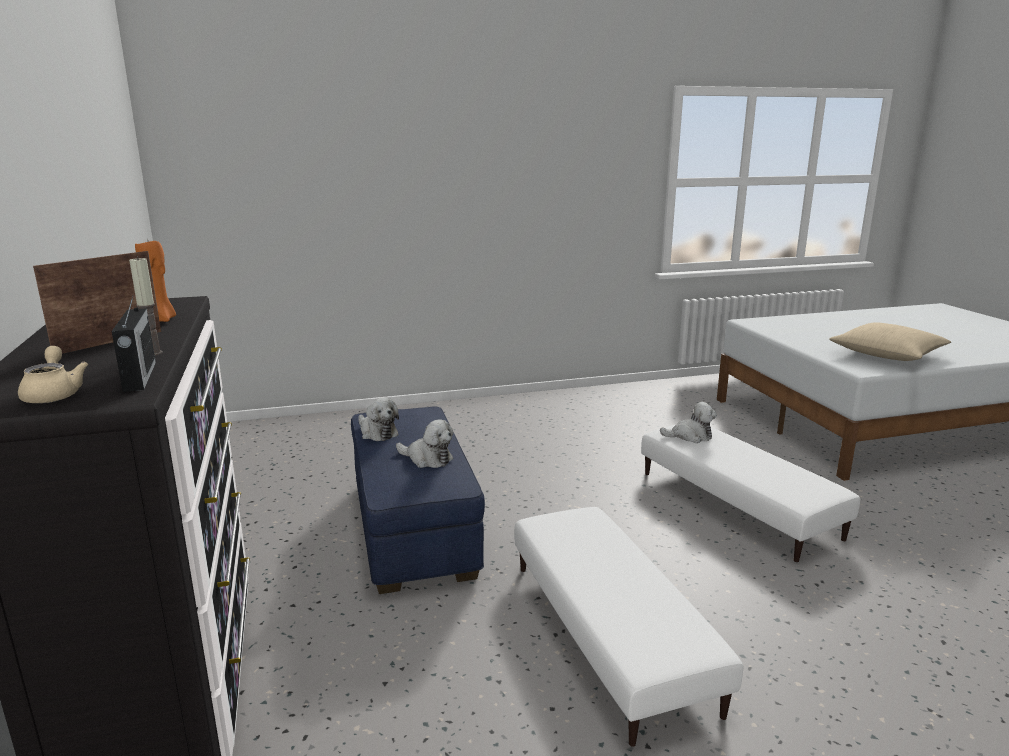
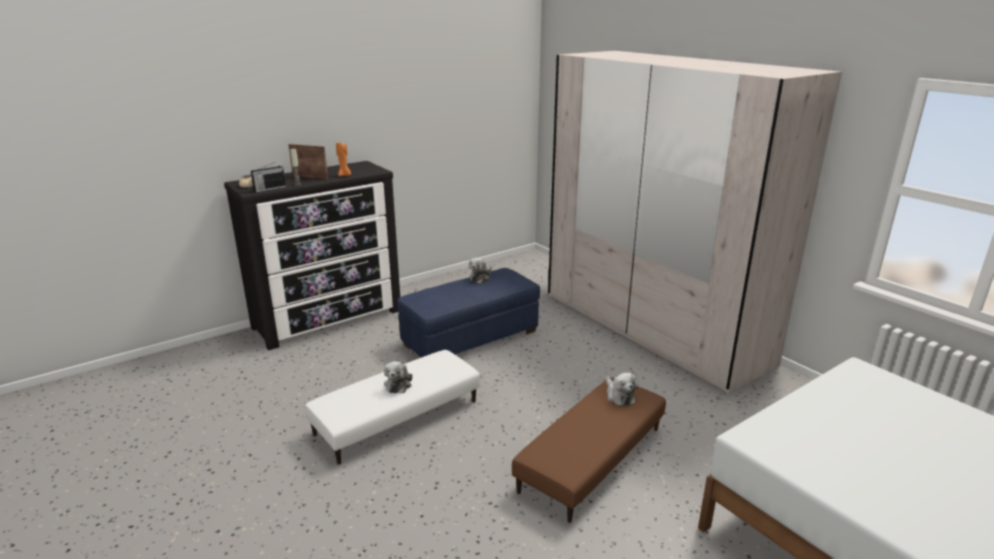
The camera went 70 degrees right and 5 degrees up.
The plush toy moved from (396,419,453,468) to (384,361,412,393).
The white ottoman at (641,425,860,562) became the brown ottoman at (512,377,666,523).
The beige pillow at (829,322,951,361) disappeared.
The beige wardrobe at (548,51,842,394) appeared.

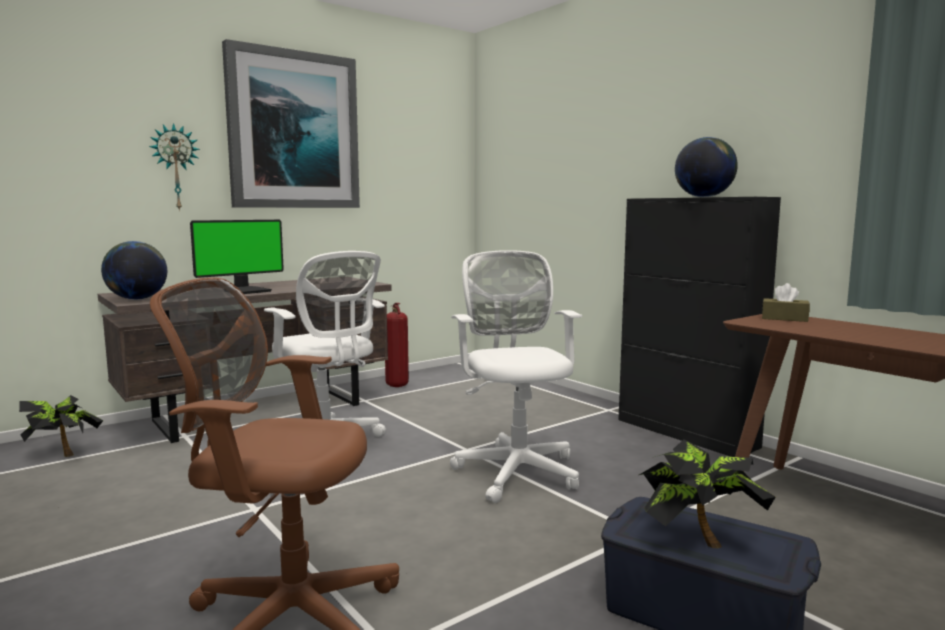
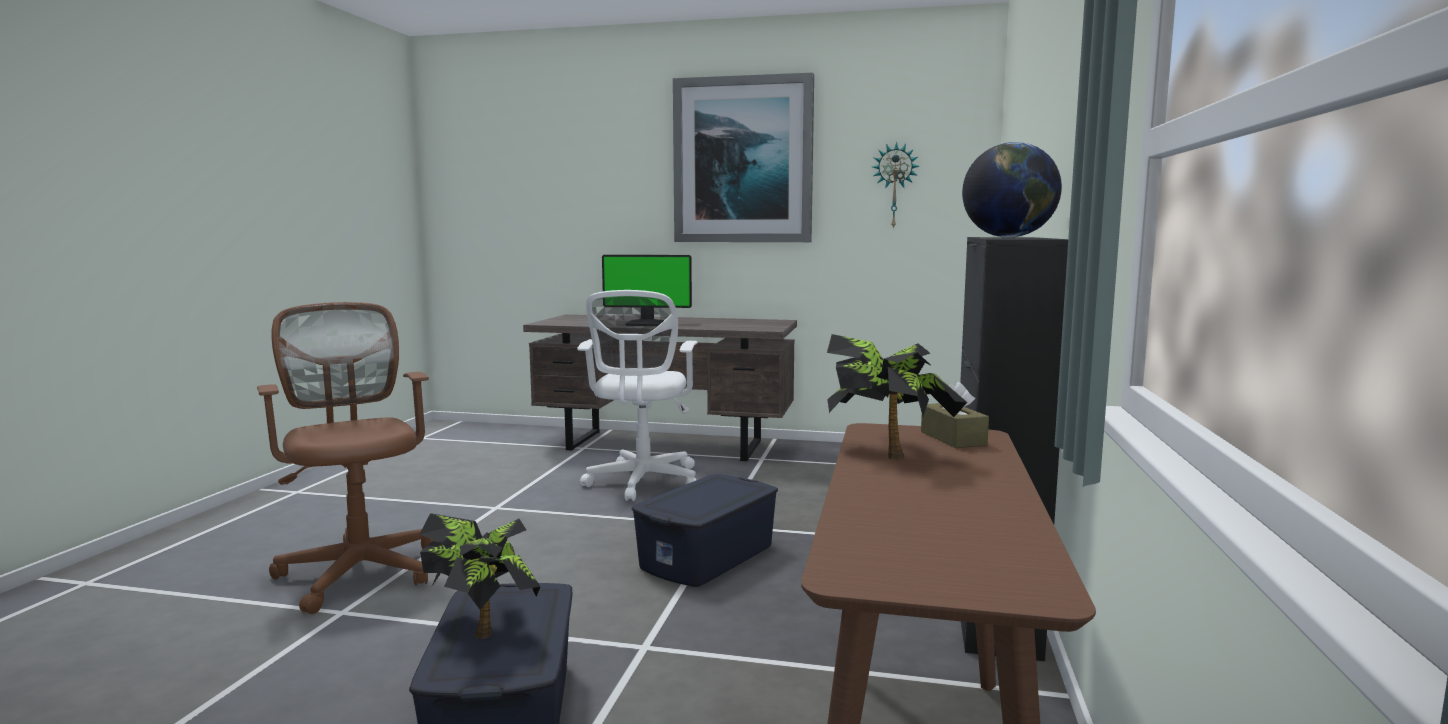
The camera went 50 degrees right and 0 degrees up.
The potted plant moved from (19,395,104,457) to (827,334,968,460).
The globe at (101,241,167,300) disappeared.
The wall clock moved from (149,123,200,211) to (873,142,919,230).
The fire extinguisher at (385,303,409,387) disappeared.
The white office chair at (450,250,582,503) was replaced by the blue storage box at (632,474,778,587).

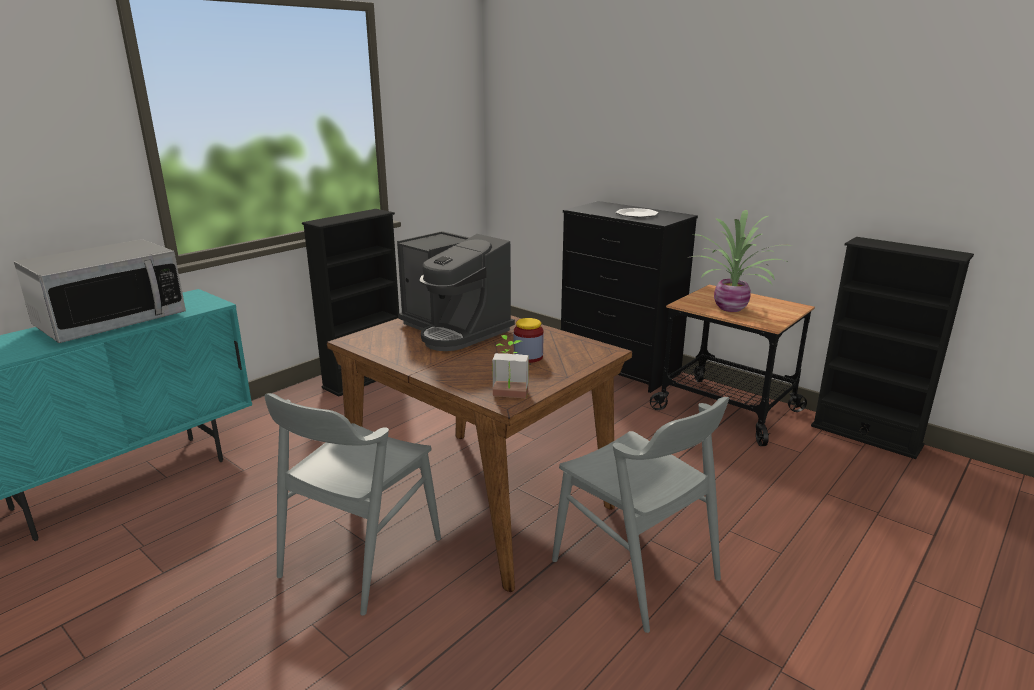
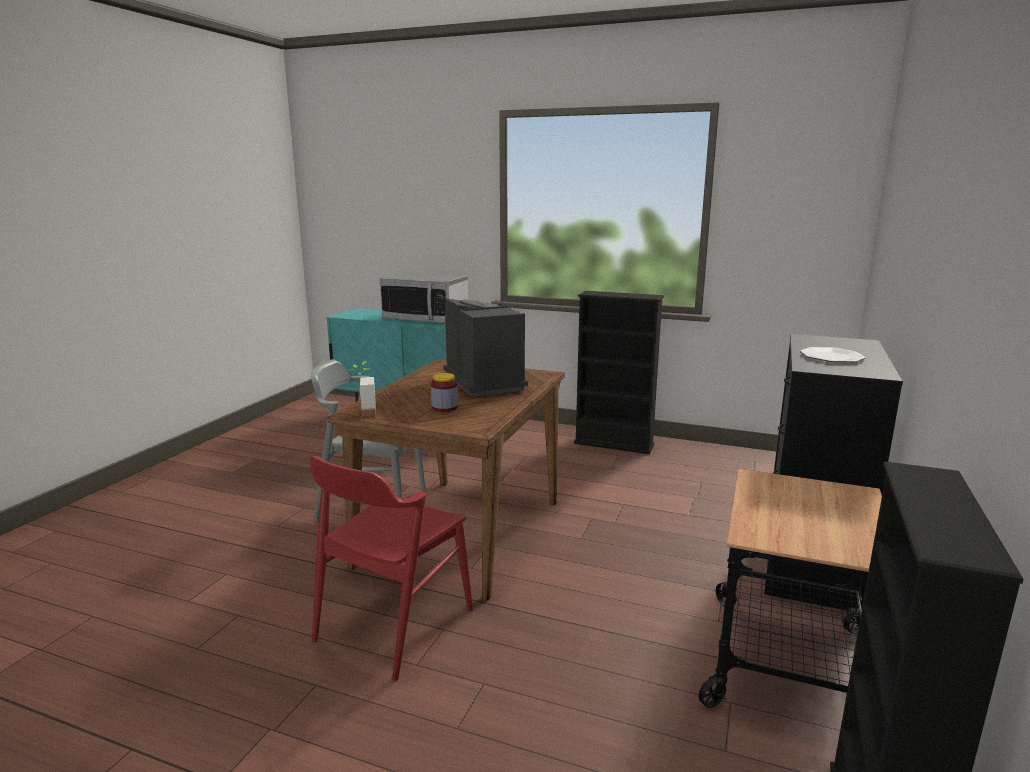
The camera went 70 degrees right and 5 degrees down.
The coffee machine at (397,231,515,351) turned 135 degrees clockwise.
The grey chair at (552,397,729,633) became the red chair at (309,456,473,681).
The potted plant at (688,210,792,312) disappeared.

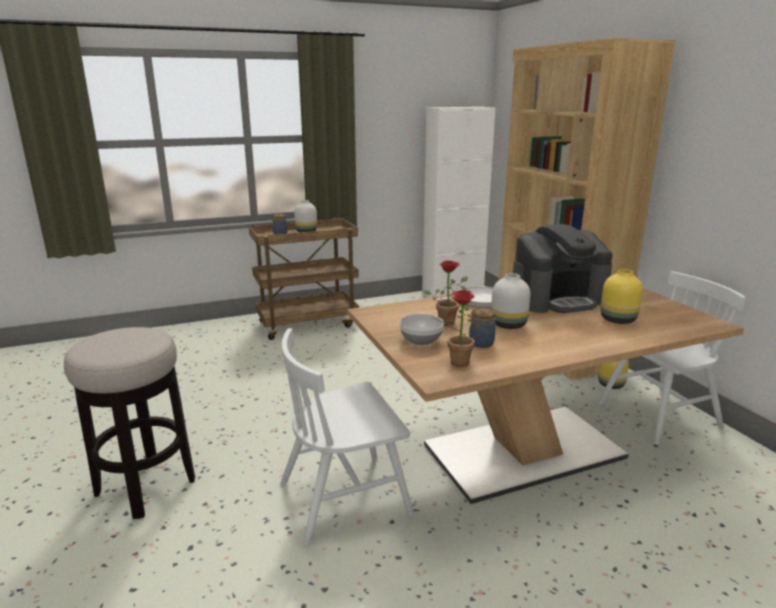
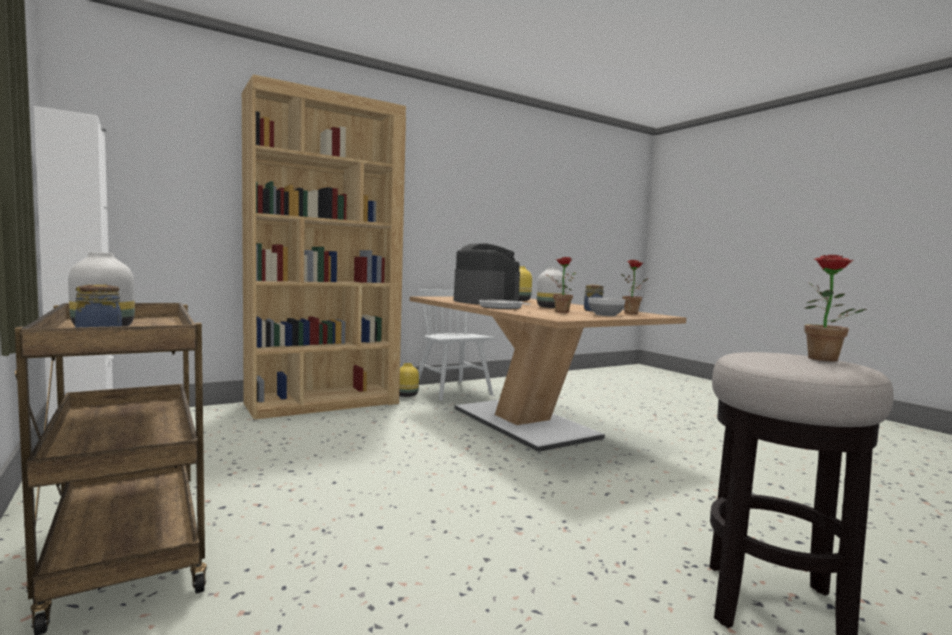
The camera went 100 degrees left and 15 degrees down.
The white chair at (280,328,414,546) disappeared.
The potted plant at (804,254,867,361) appeared.

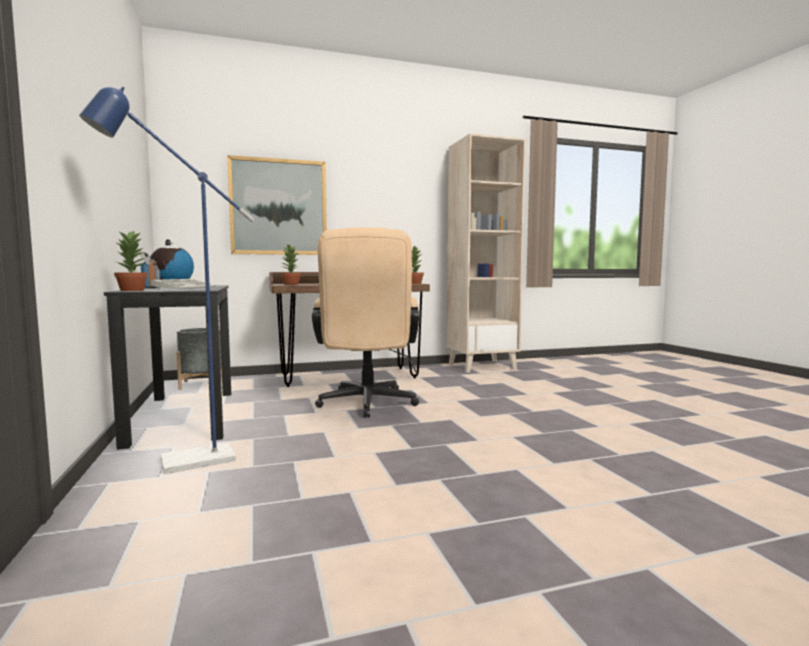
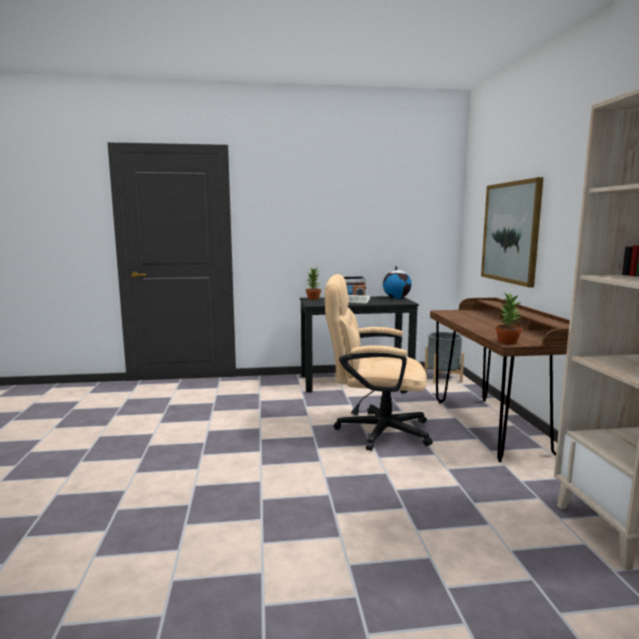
The camera went 100 degrees right and 5 degrees up.
The blue floor lamp at (79,87,254,474) disappeared.
The potted plant at (281,245,301,285) disappeared.

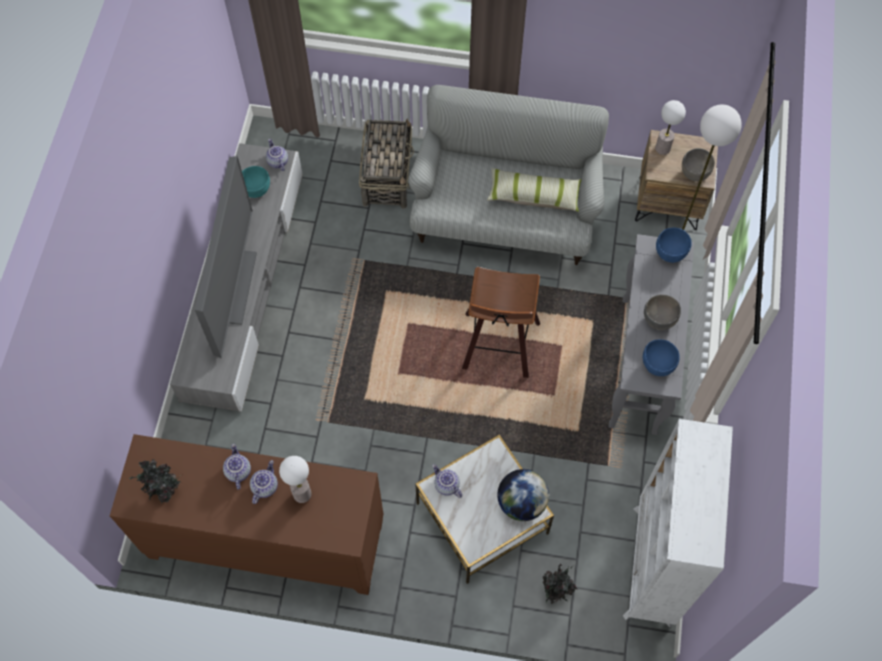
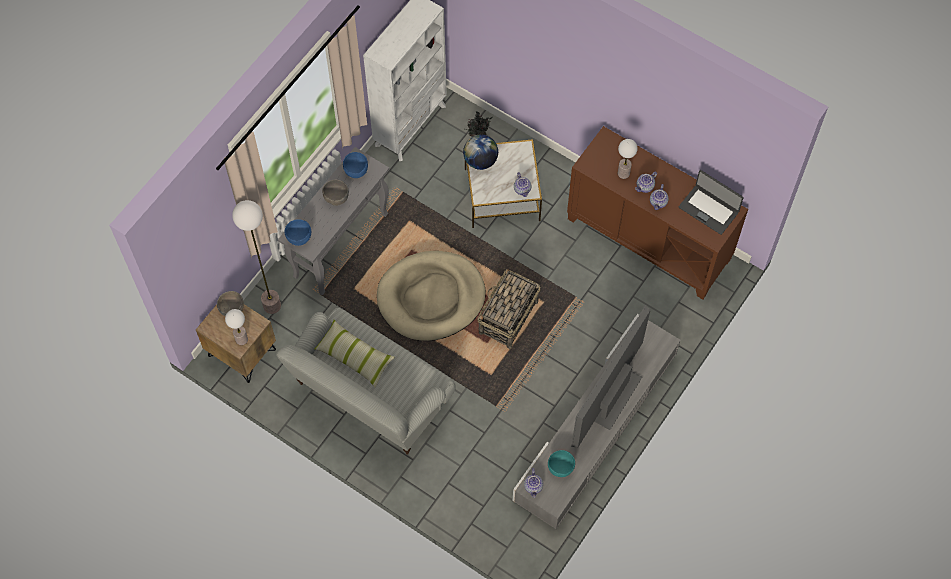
The camera went 155 degrees left and 0 degrees up.
The potted plant at (129,459,183,503) was replaced by the laptop at (679,170,744,235).
The basket moved from (359,119,414,209) to (478,269,541,349).
The stool at (462,267,540,378) was replaced by the beige dog bed at (377,251,486,341).

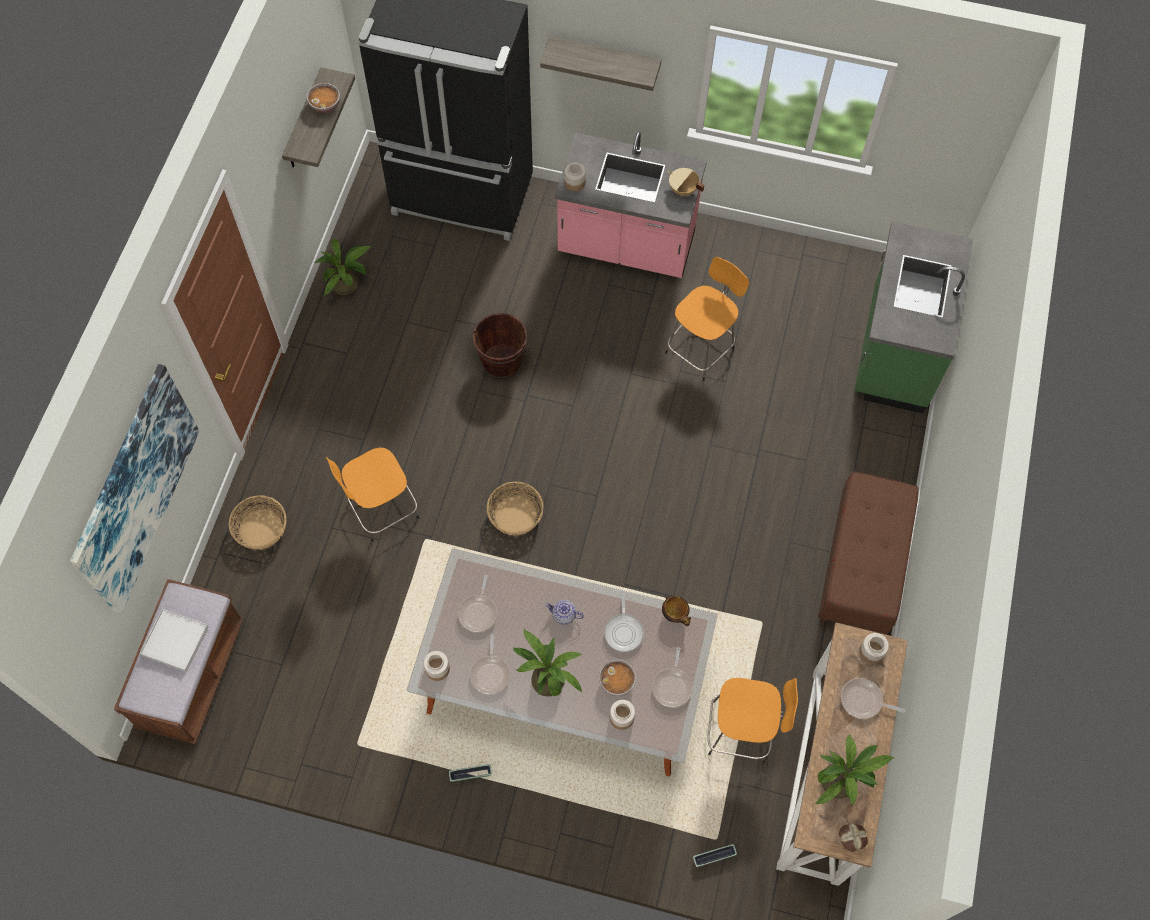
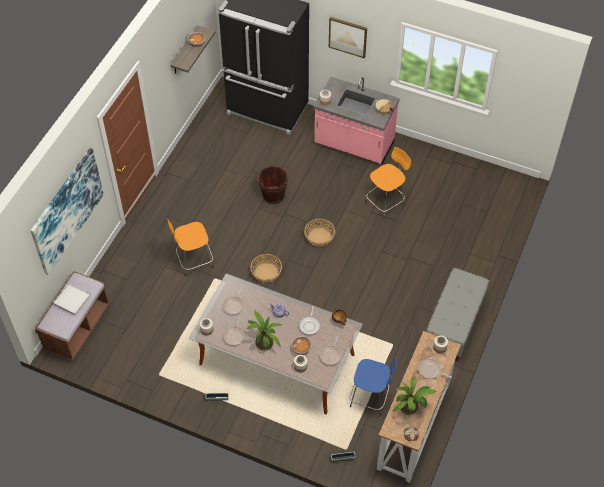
The camera went 10 degrees right and 10 degrees down.
The basket moved from (229,495,287,550) to (304,219,335,247).
The potted plant at (314,238,371,296) disappeared.
The shelf at (540,36,661,91) was replaced by the picture at (329,17,367,58).
The orange stool at (708,678,798,763) became the blue stool at (350,358,397,415).
The brown bench at (818,472,919,635) became the grey bench at (426,268,489,361).
The green counter at (855,221,973,413) disappeared.

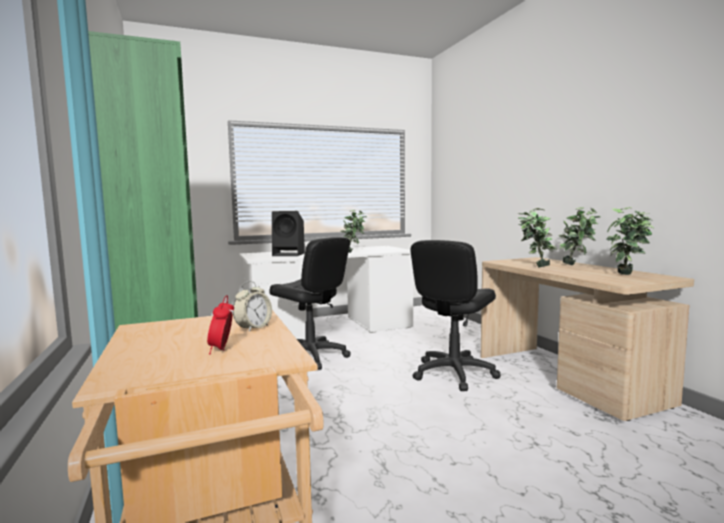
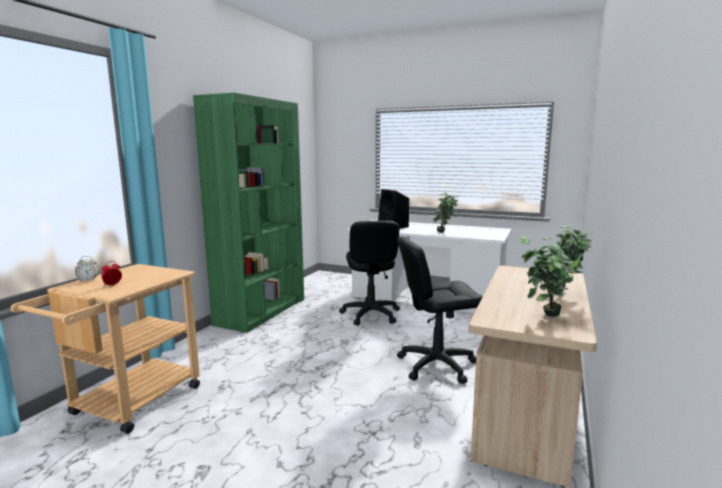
The camera went 45 degrees right and 5 degrees up.
The alarm clock moved from (233,281,272,332) to (75,256,99,281).
The potted plant at (518,208,557,268) disappeared.

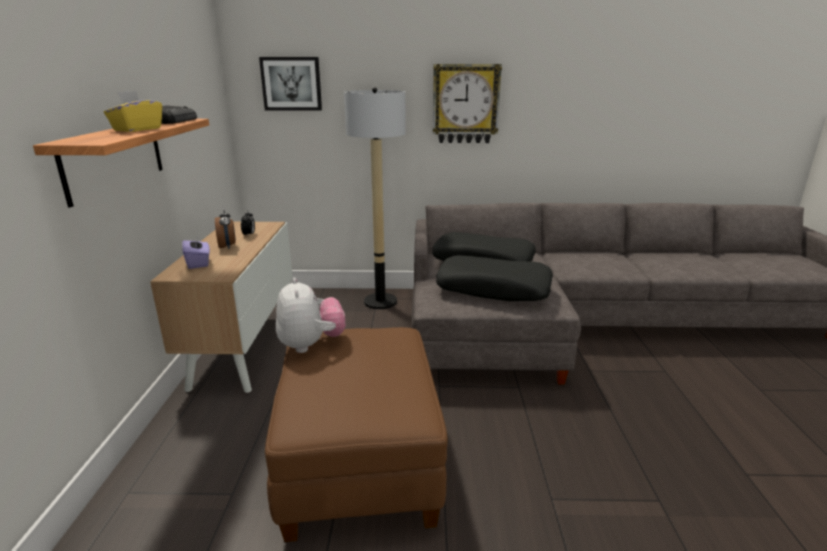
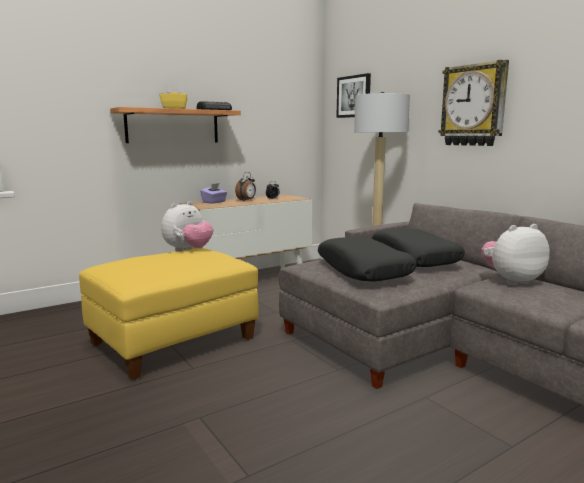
The camera went 55 degrees right and 10 degrees down.
The brown ottoman at (265,327,448,542) became the yellow ottoman at (79,248,259,380).
The plush toy at (481,224,550,285) appeared.

